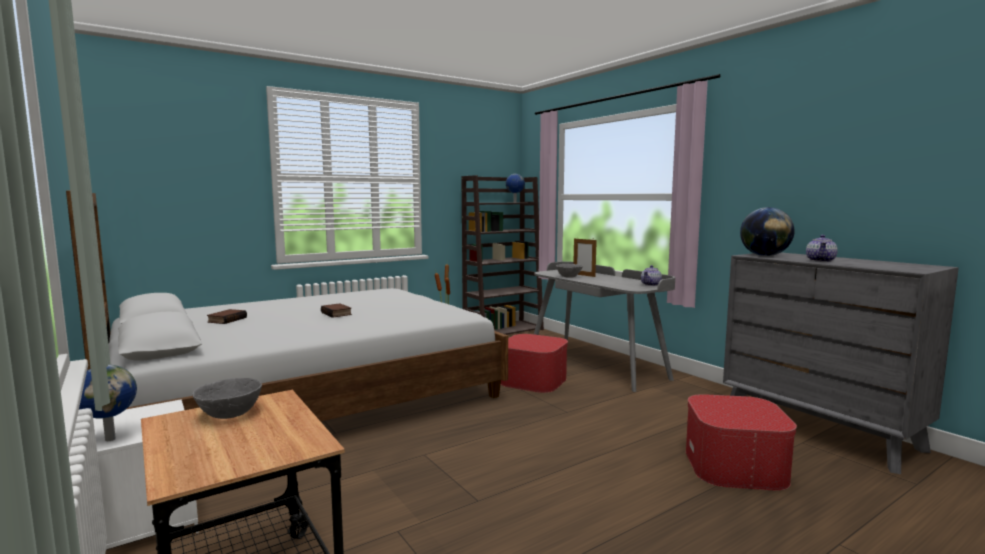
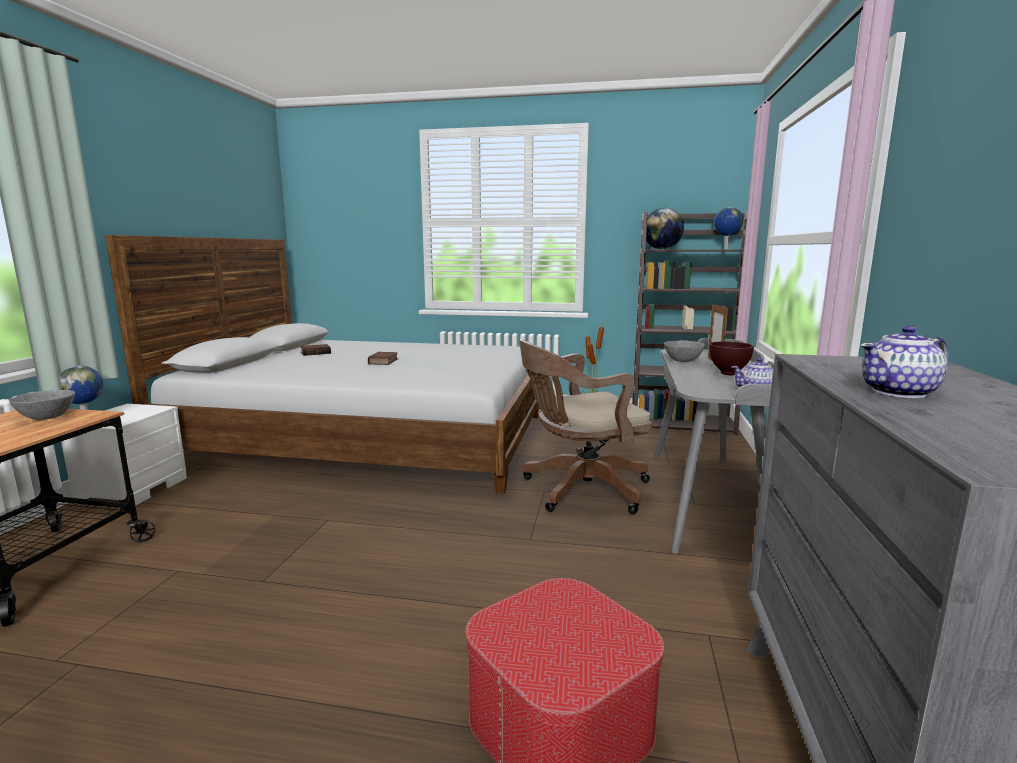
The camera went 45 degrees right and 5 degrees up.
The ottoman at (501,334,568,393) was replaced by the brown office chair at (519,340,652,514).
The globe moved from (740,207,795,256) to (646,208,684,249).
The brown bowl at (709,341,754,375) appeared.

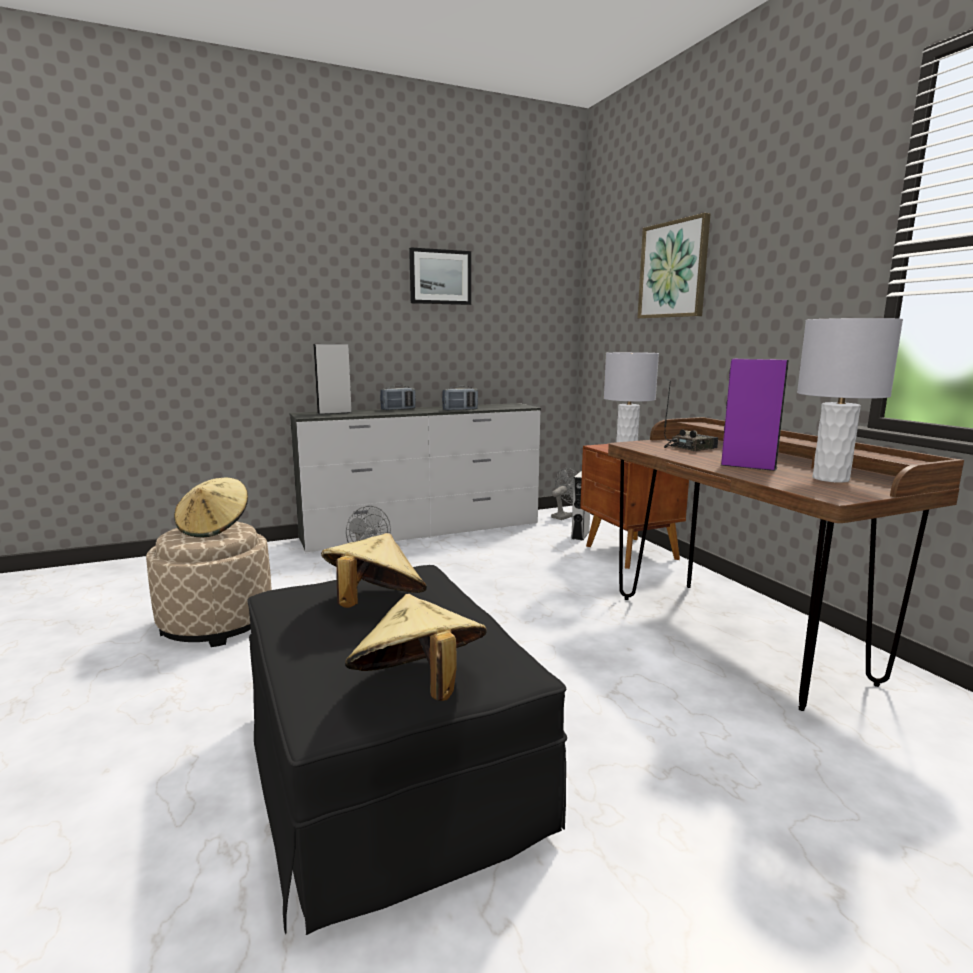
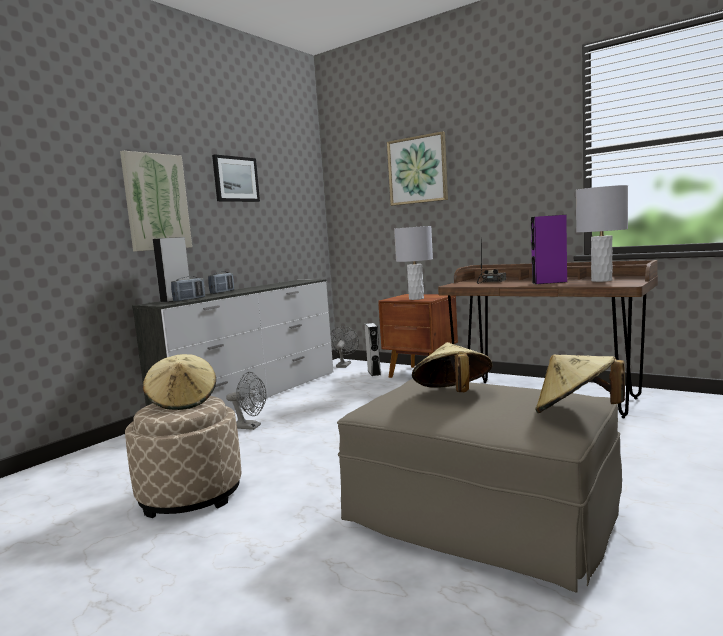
The camera went 30 degrees left and 5 degrees down.
The black ottoman at (247,565,567,935) became the beige ottoman at (337,379,622,593).
The radio moved from (442,386,478,411) to (171,276,205,301).
The picture at (120,151,192,252) appeared.

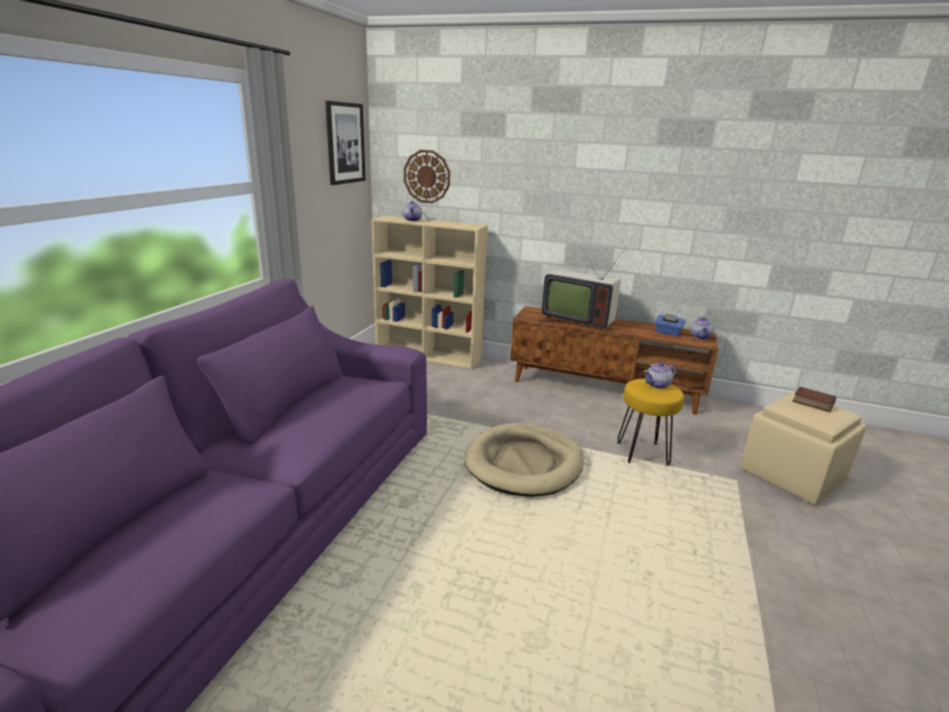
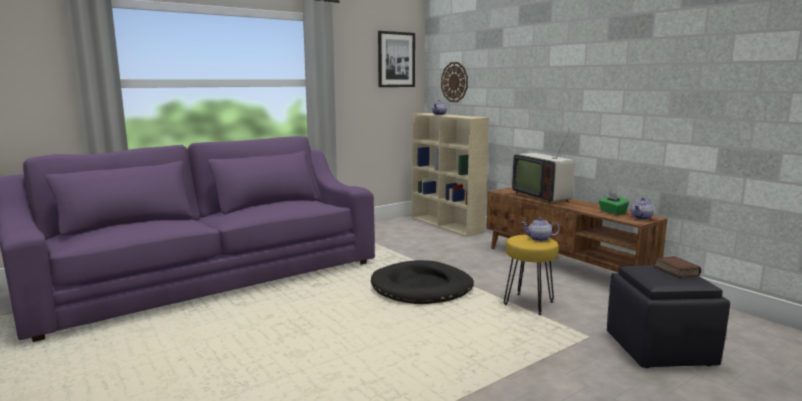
The camera went 35 degrees right and 10 degrees down.
The beige dog bed at (464,423,584,497) became the black dog bed at (371,260,474,304).
The blue tissue box at (655,313,686,336) became the green tissue box at (599,192,629,215).
The beige ottoman at (740,392,866,505) became the black ottoman at (607,265,730,368).

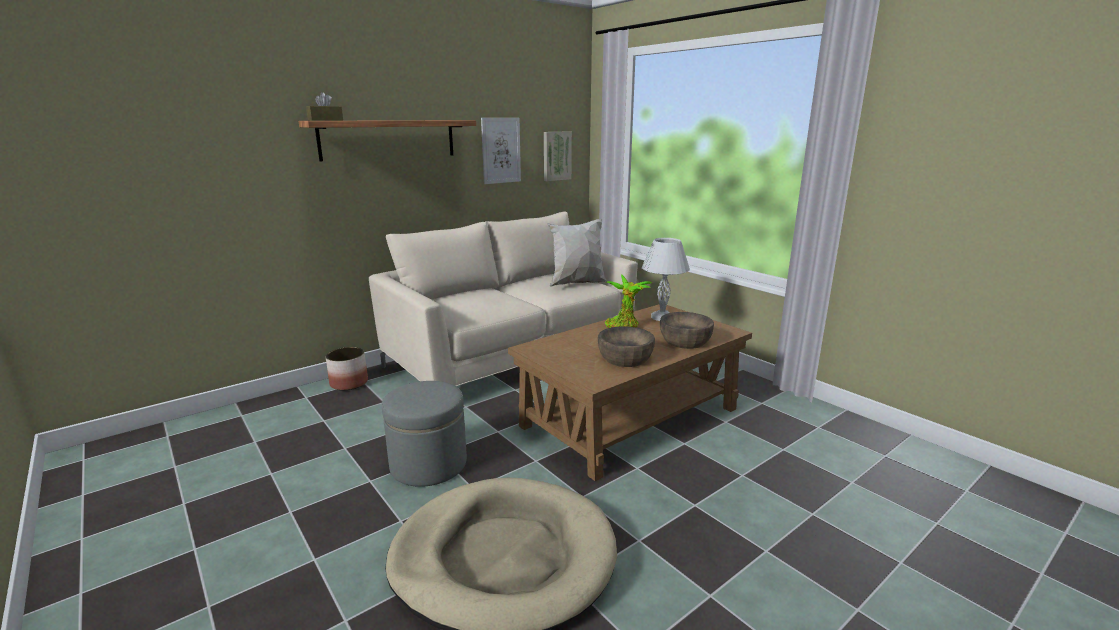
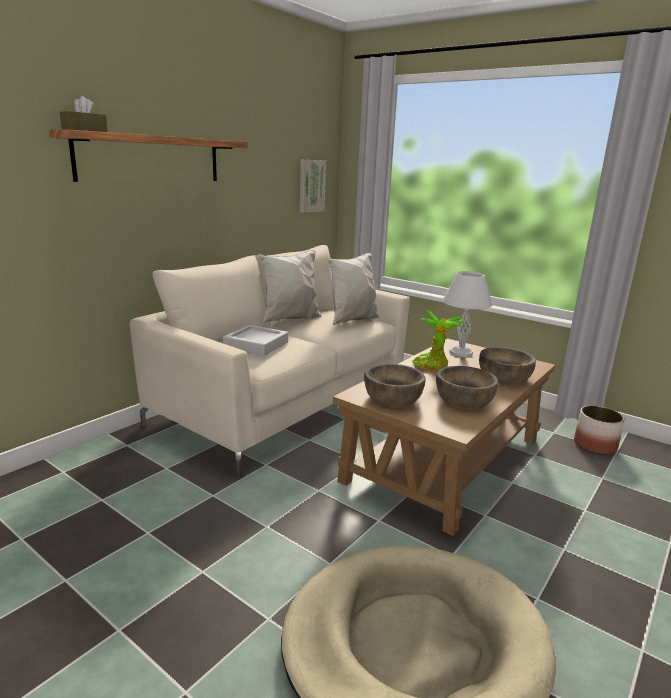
The camera went 15 degrees left and 0 degrees up.
The planter moved from (326,347,368,390) to (574,405,625,455).
The grey ottoman at (382,381,467,487) disappeared.
The picture at (481,118,521,184) disappeared.
The grey tray at (223,325,288,356) appeared.
The white pillow at (259,250,322,323) appeared.
The brown bowl at (364,364,426,408) appeared.

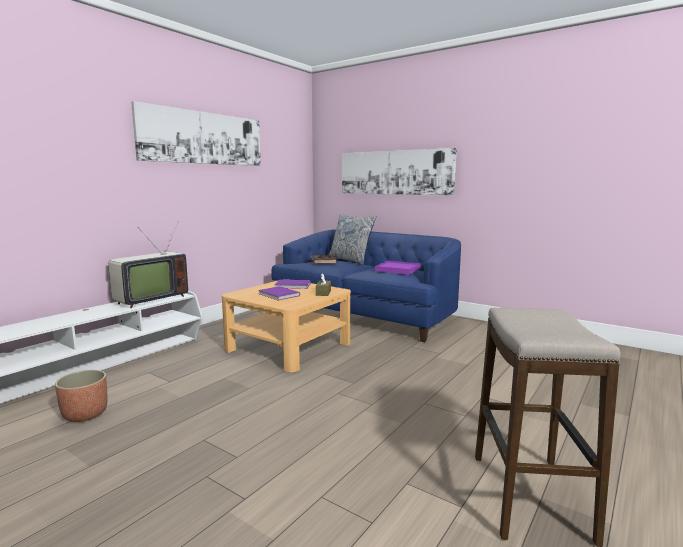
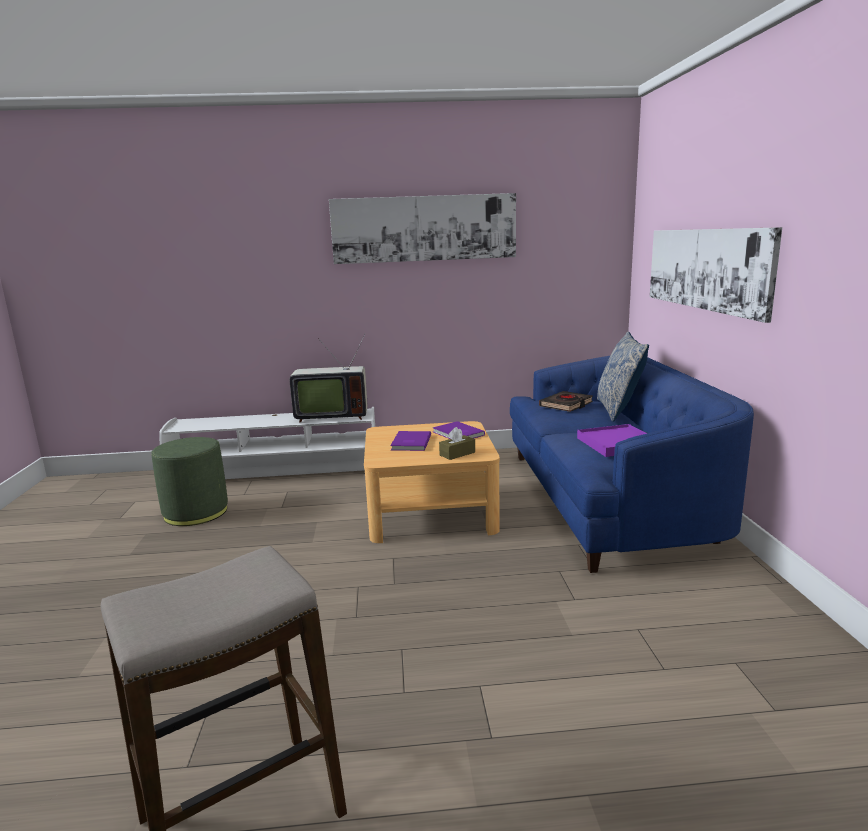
The camera went 50 degrees right and 5 degrees up.
The planter at (55,370,107,422) was replaced by the green ottoman at (151,437,228,526).

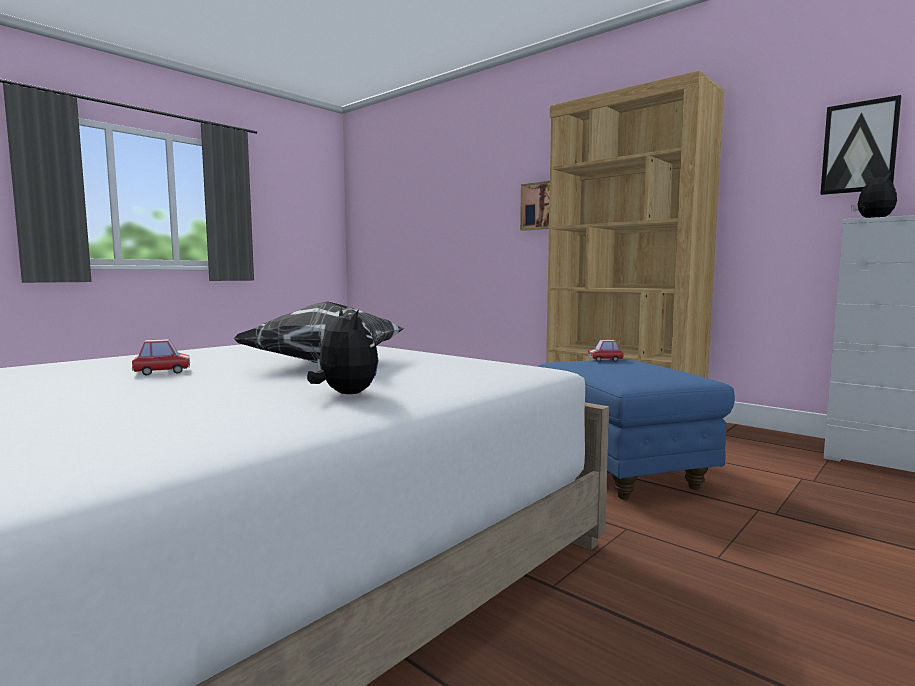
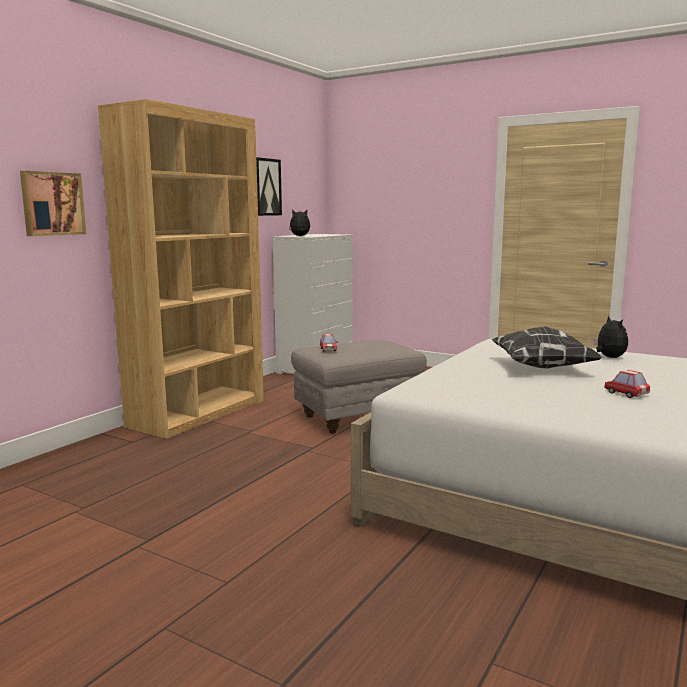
The camera went 100 degrees left and 5 degrees up.
The plush toy at (307,306,378,394) turned 120 degrees clockwise.
The blue ottoman at (538,359,735,500) became the grey ottoman at (291,340,427,434).

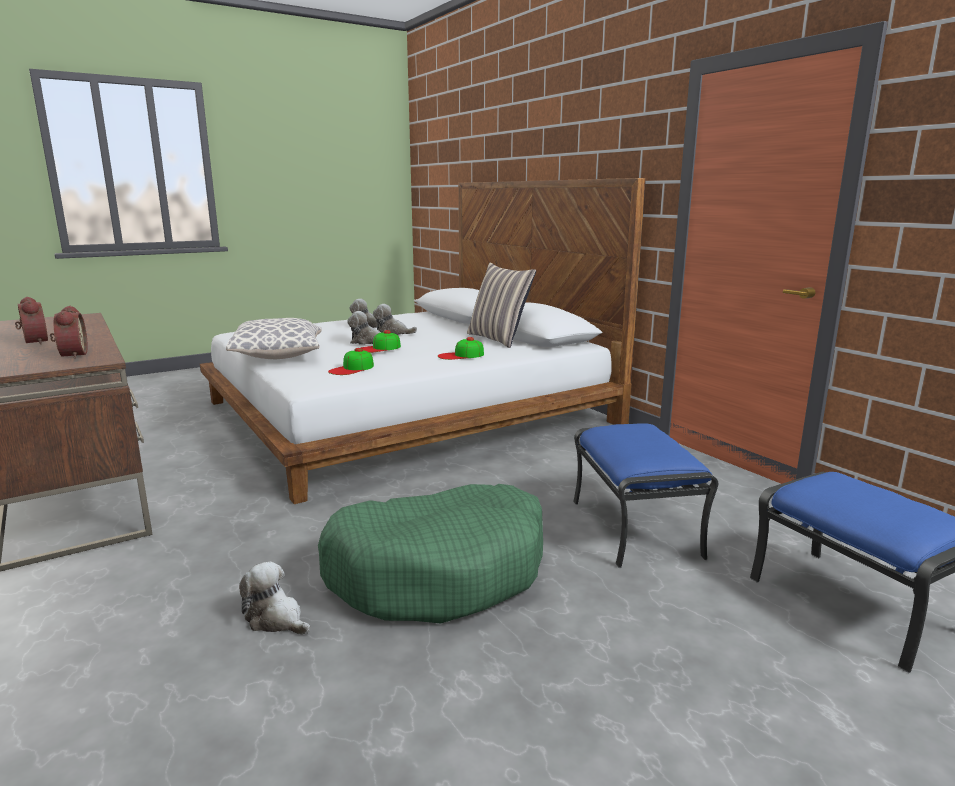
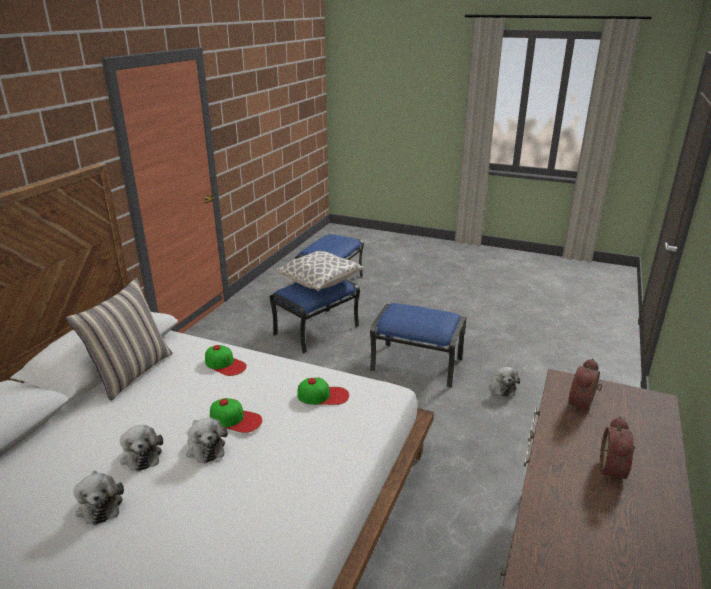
The camera went 125 degrees left and 10 degrees up.
The pillow moved from (226,318,322,359) to (277,251,364,291).
The green dog bed at (318,484,543,623) was replaced by the blue ottoman at (370,303,466,388).

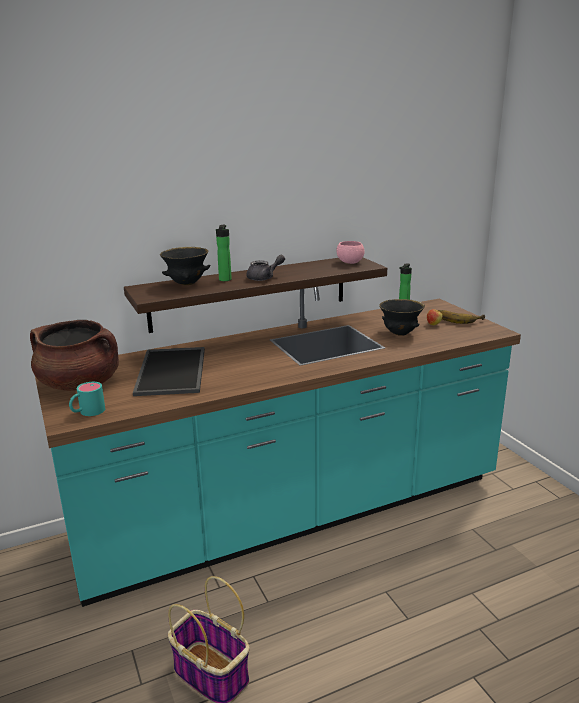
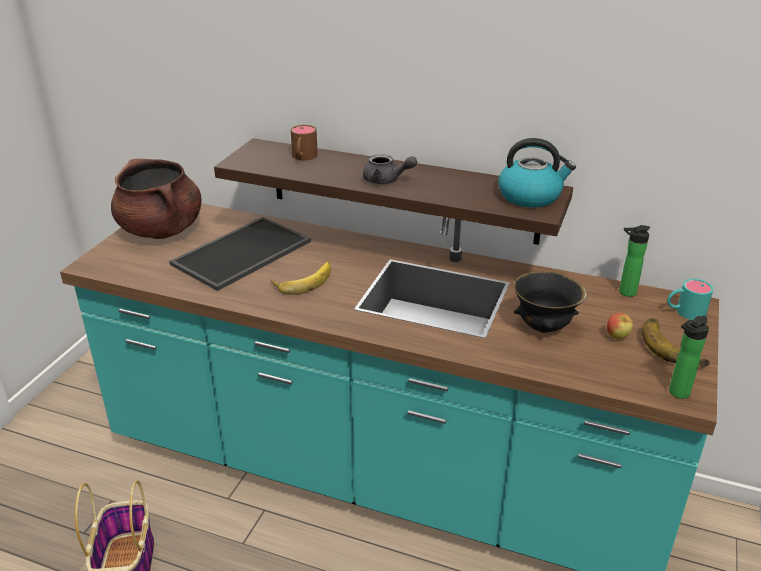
The camera went 45 degrees right and 10 degrees up.
The turquoise mug moved from (69,382,105,416) to (667,279,713,320).
The black bowl at (160,247,211,285) was replaced by the brown mug at (291,125,318,160).
The bottle moved from (216,225,232,281) to (669,316,709,399).
The pink bowl at (337,241,364,264) was replaced by the kettle at (498,138,576,207).
The banana at (271,262,331,295) appeared.

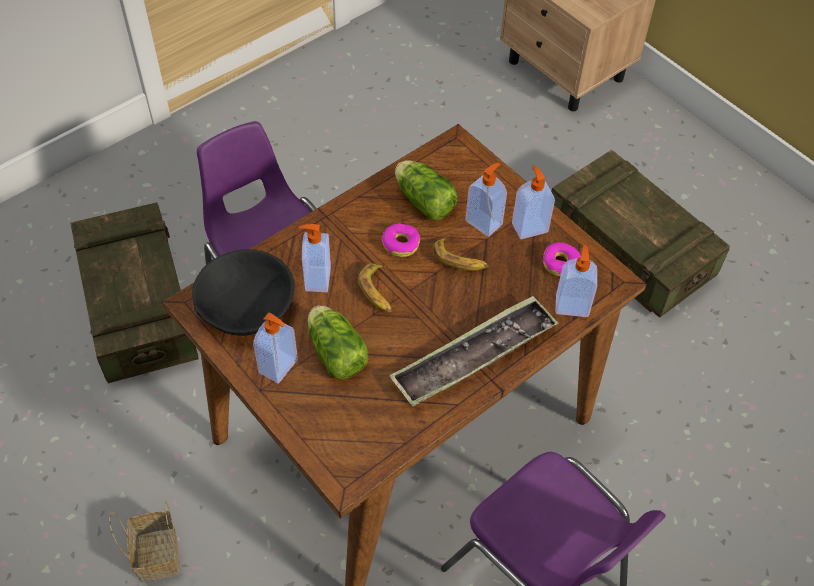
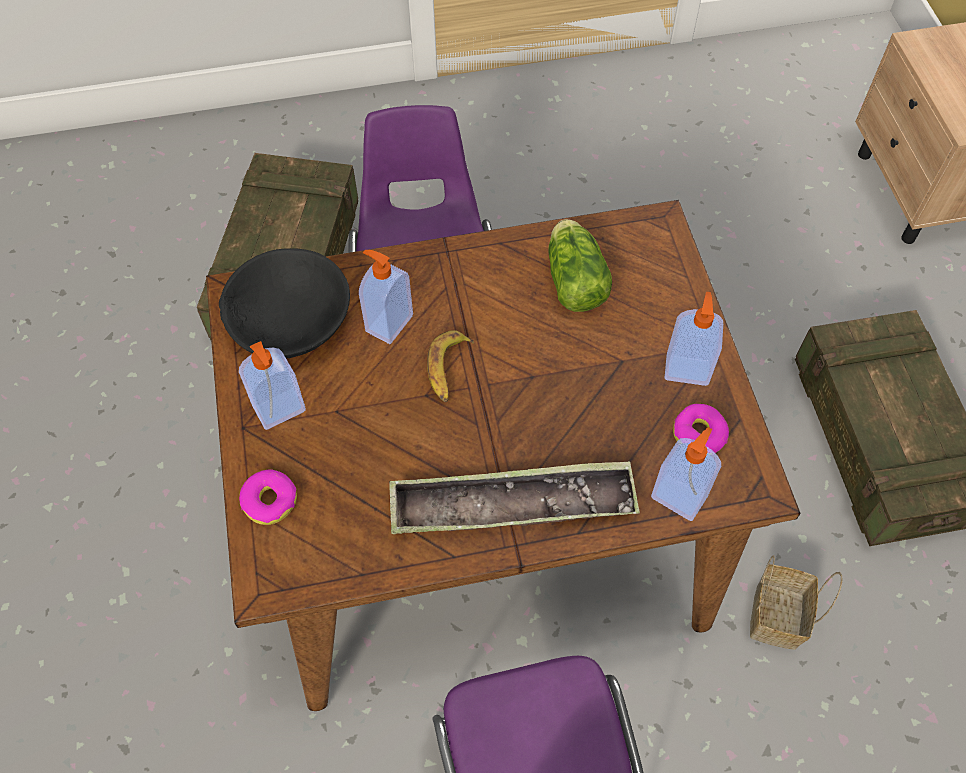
The camera went 30 degrees right and 5 degrees up.
The basket moved from (109,501,180,582) to (750,555,842,650).
The lettuce at (308,305,368,379) disappeared.
The donut moved from (381,223,420,257) to (239,470,297,525).
The banana at (433,237,488,271) disappeared.
The soap dispenser at (465,163,507,237) disappeared.

